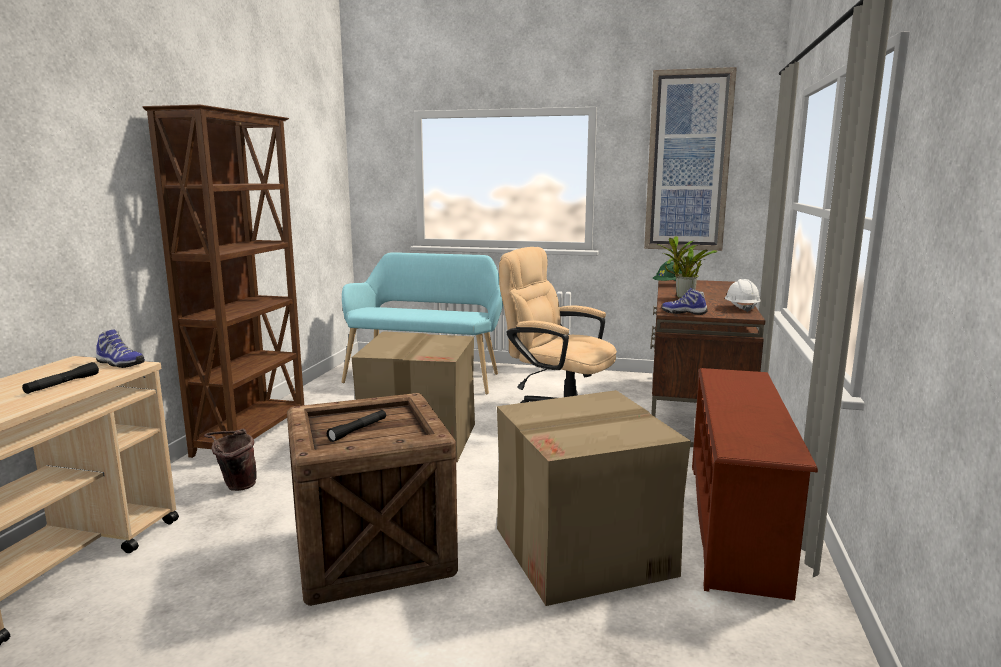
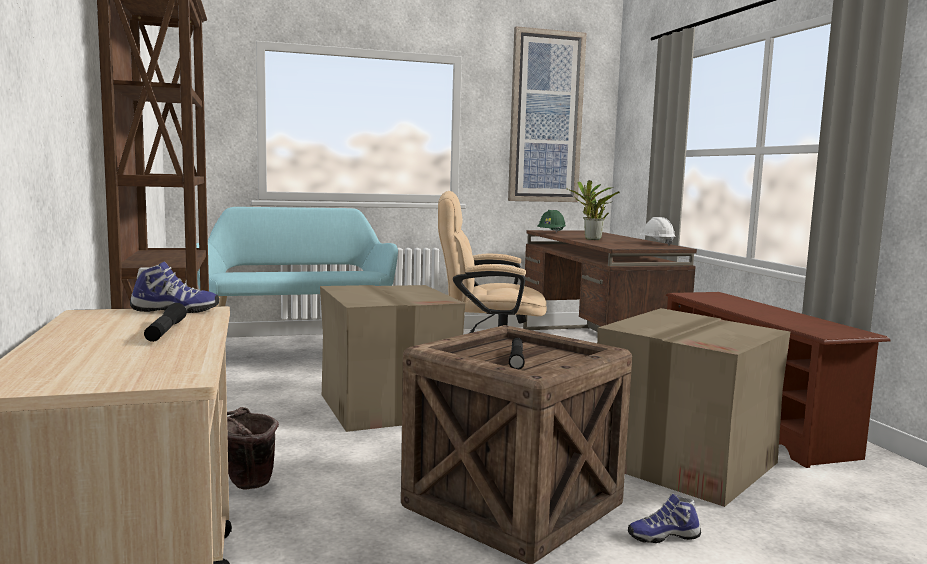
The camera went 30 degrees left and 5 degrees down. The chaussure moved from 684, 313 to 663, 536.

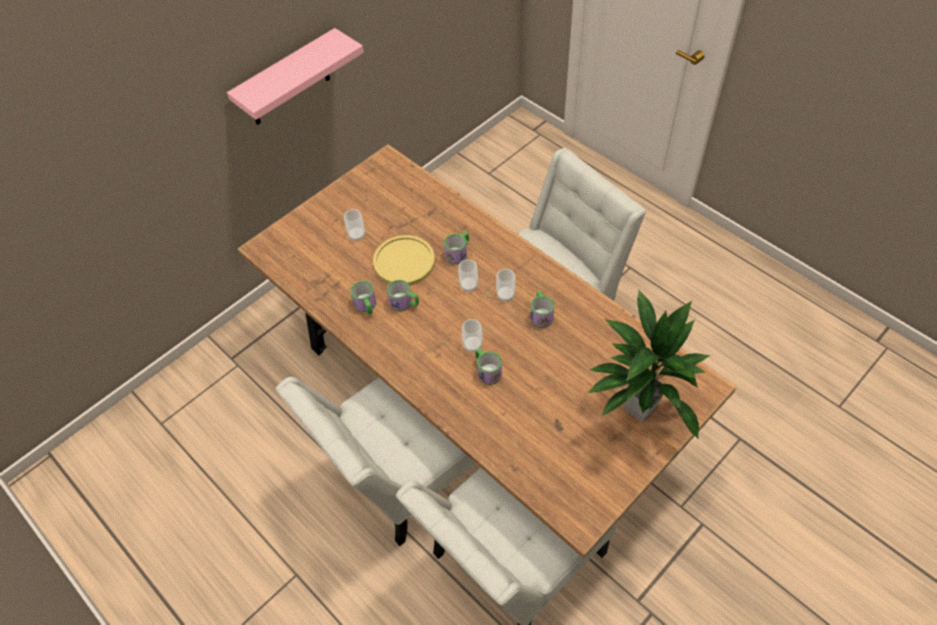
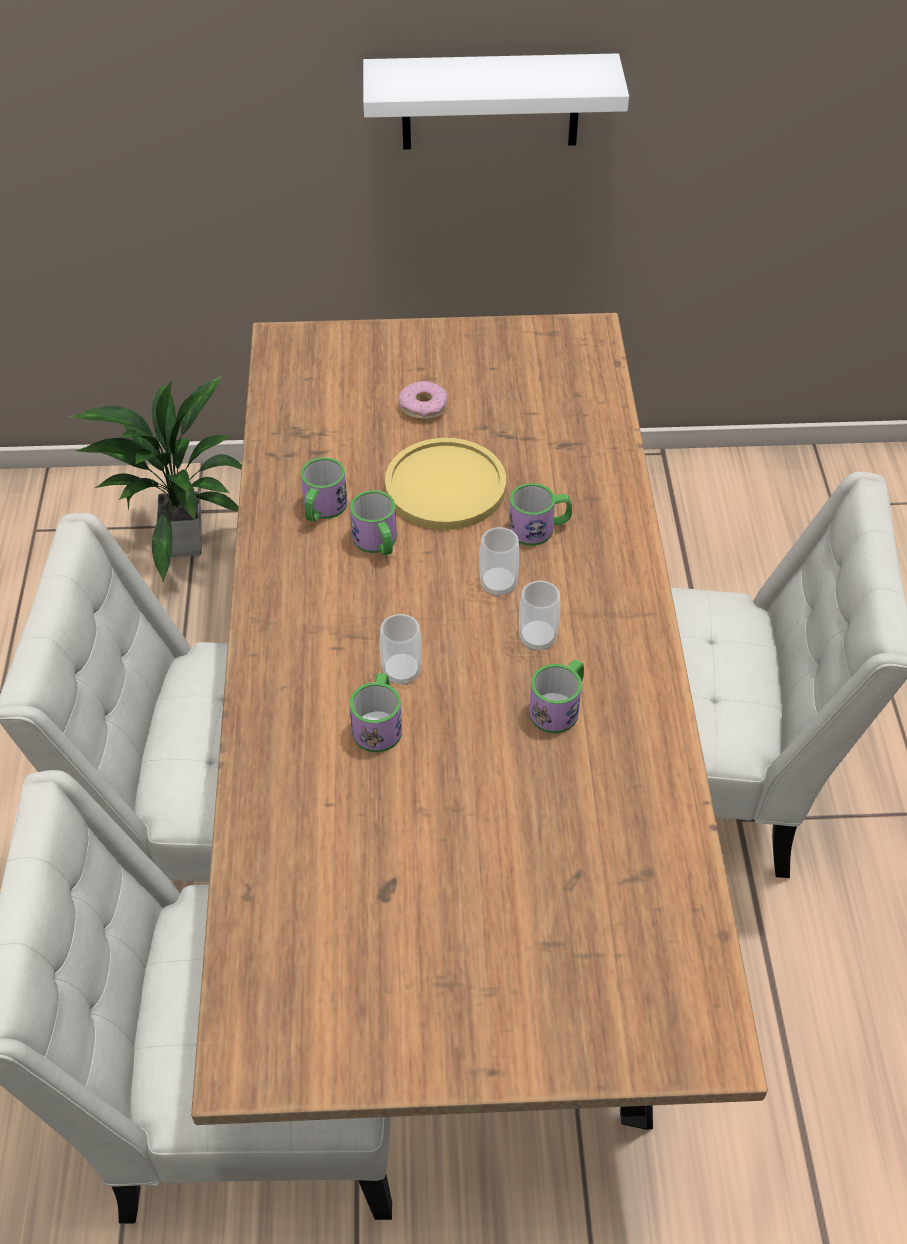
The camera went 40 degrees right and 5 degrees down. The plante en pot moved from 639, 409 to 184, 544. The tasse at 357, 235 was replaced by the beignet at 423, 407. The étagère (rose) at 288, 80 became the étagère (blanc) at 490, 101.

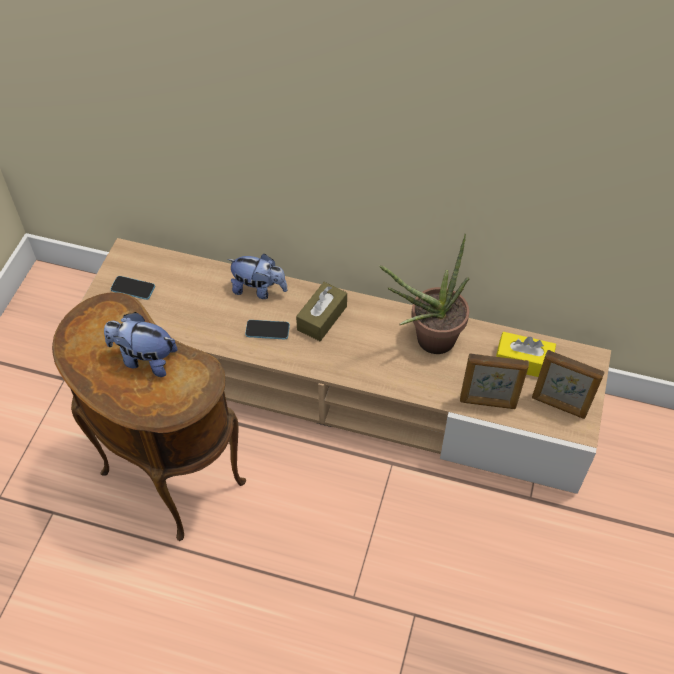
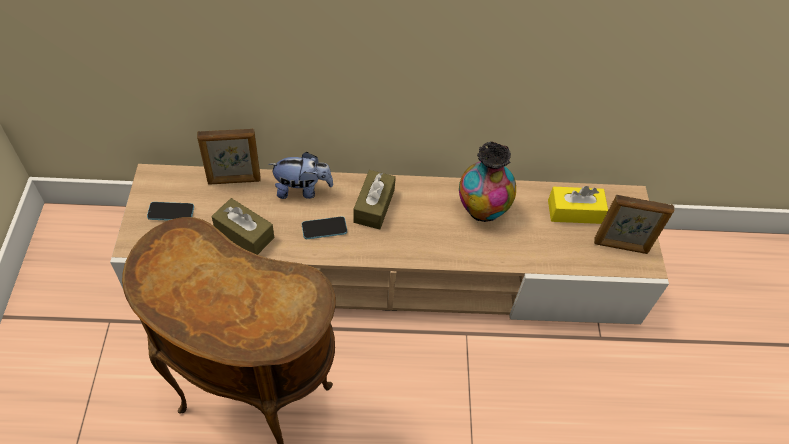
The camera went 20 degrees left and 0 degrees up. The peluche at 144, 359 disappeared. The boîte à mouchoirs (marron) at 244, 233 appeared. The cadre photo moved from 488, 403 to 234, 181. The plante en pot at 427, 341 was replaced by the vase at 481, 209.

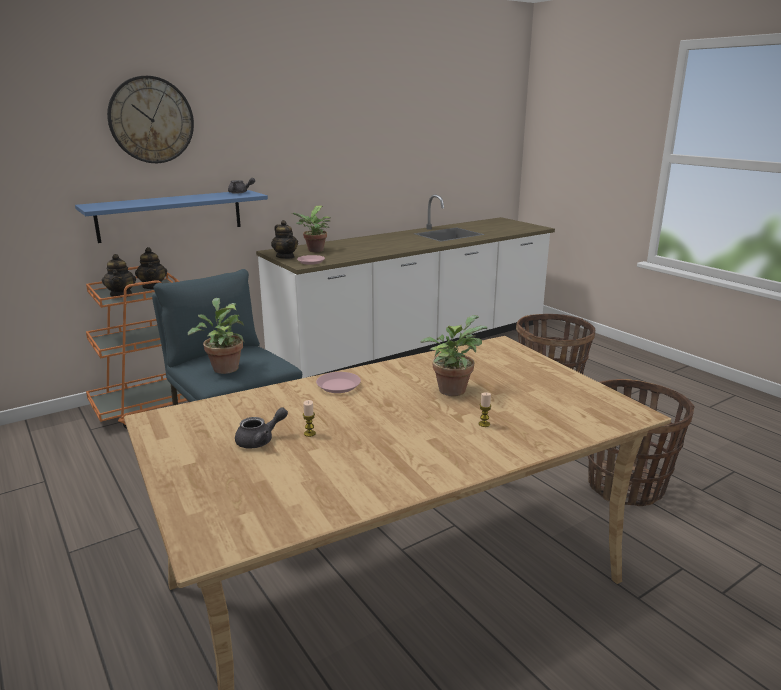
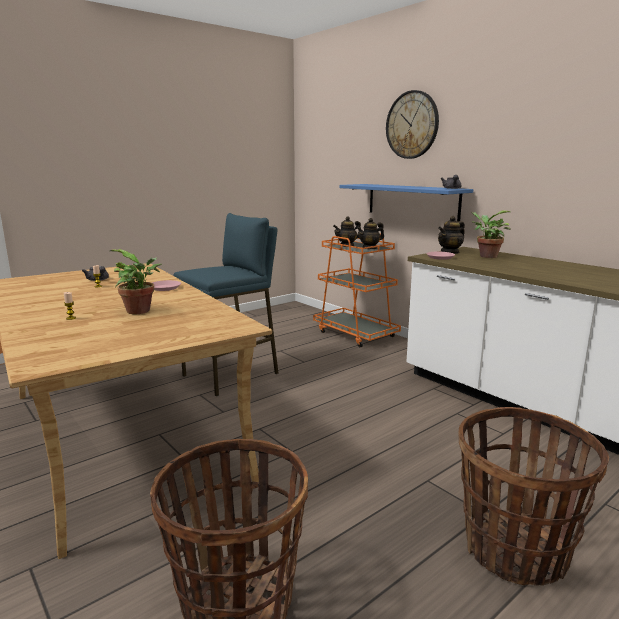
The camera went 85 degrees right and 5 degrees down. The plante en pot at 224, 367 disappeared.

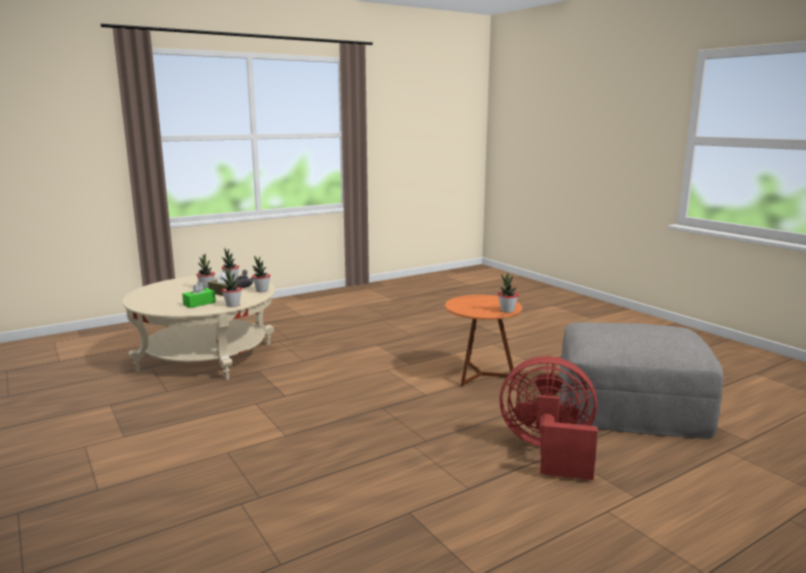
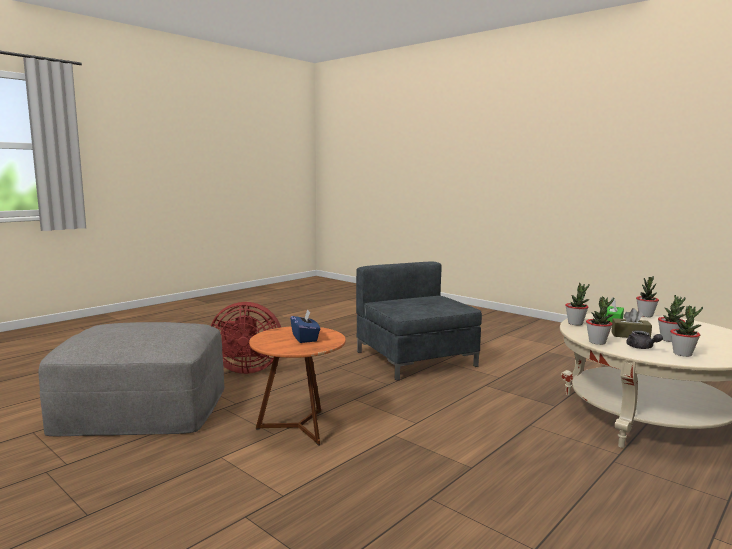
The camera went 165 degrees right and 5 degrees down. The boîte à mouchoirs (bleu) at 305, 338 appeared. The fauteuil (gris) at 415, 359 appeared. The plante en pot moved from 507, 311 to 645, 315.

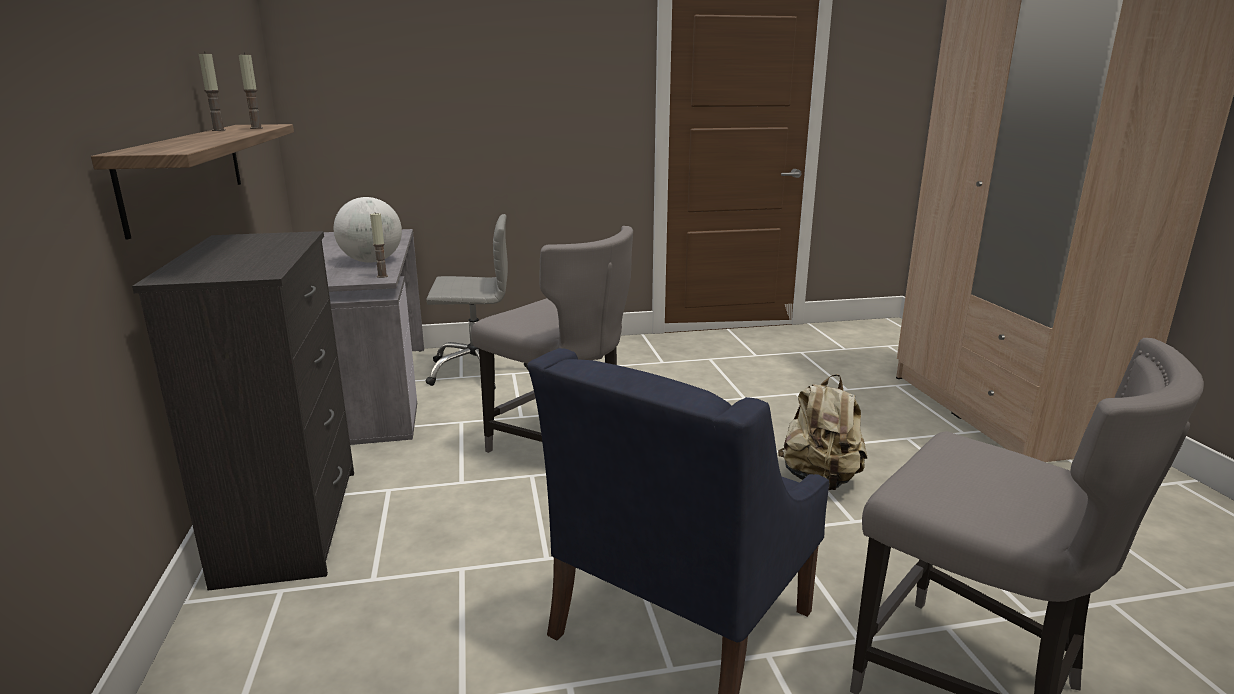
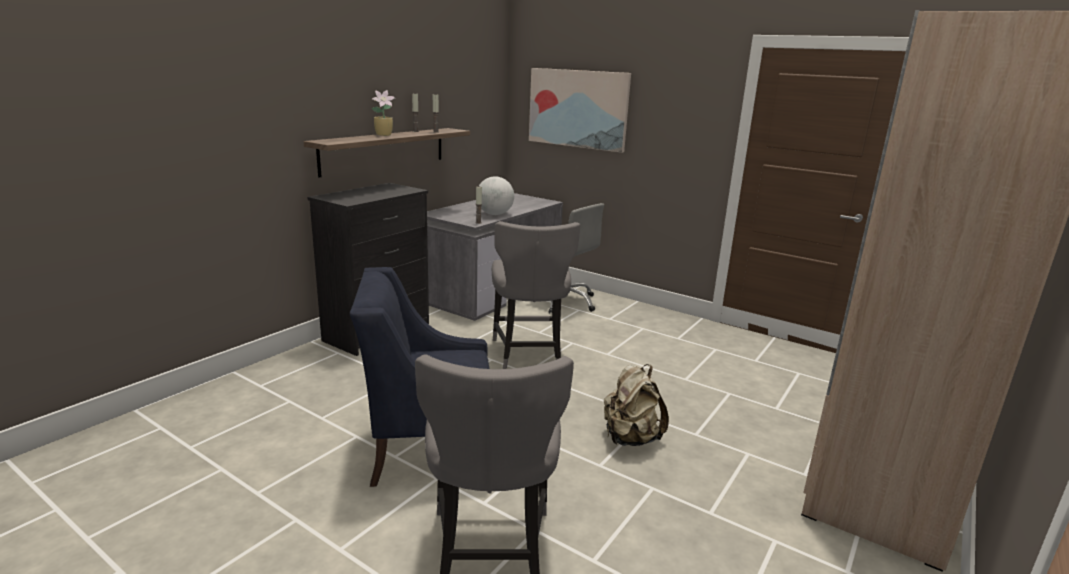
The camera went 45 degrees right and 0 degrees up. The plante en pot at 384, 135 appeared. The tableau at 578, 108 appeared.

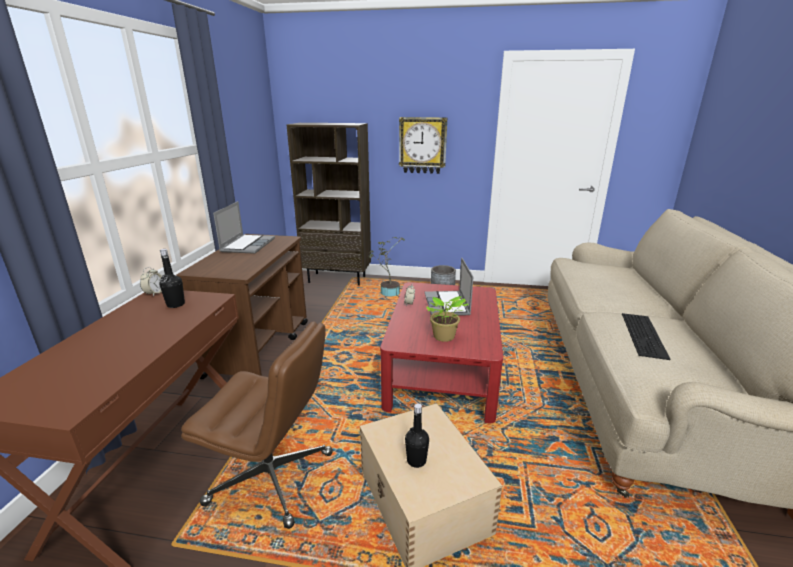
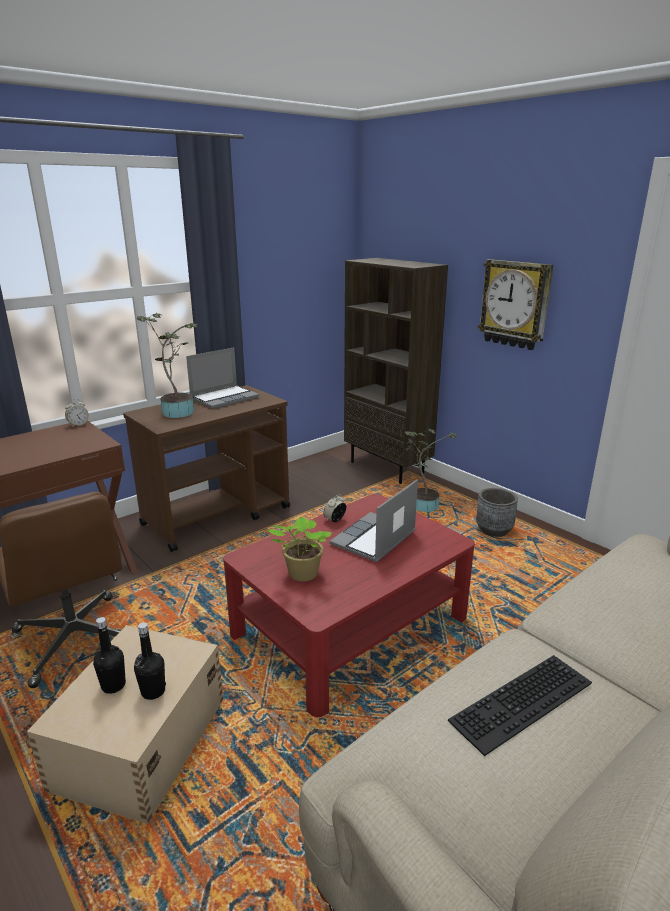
The camera went 40 degrees right and 0 degrees up. The plante en pot at 177, 411 appeared. The bouteille (noir) moved from 175, 304 to 153, 691.

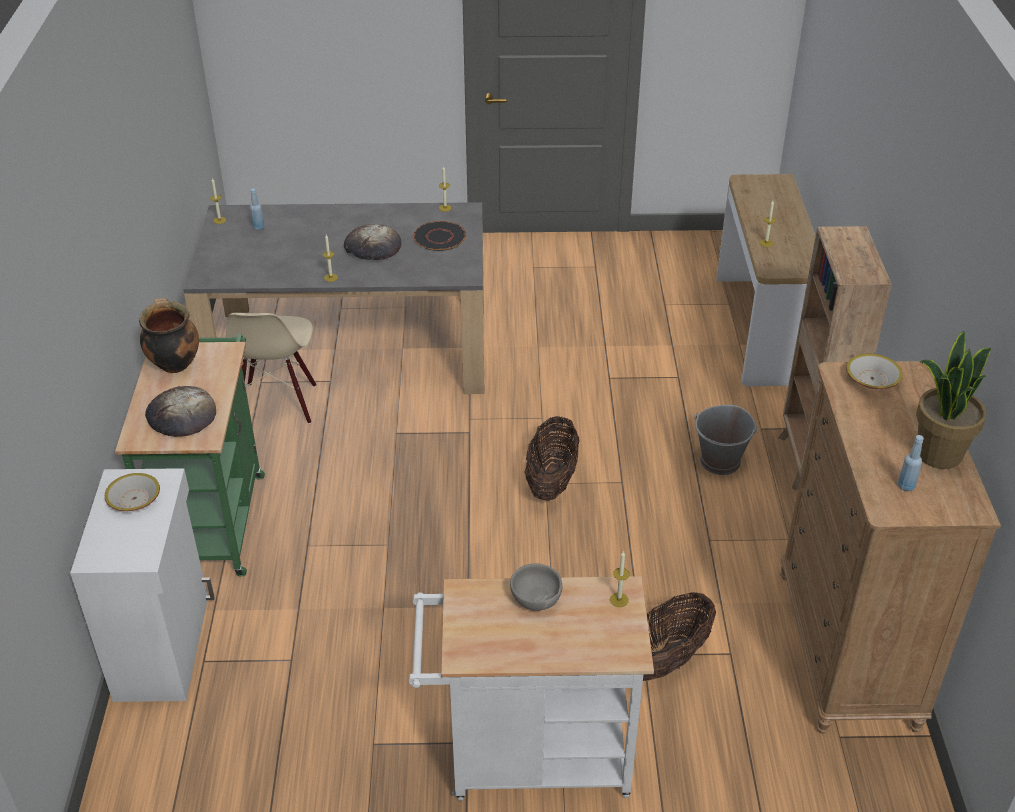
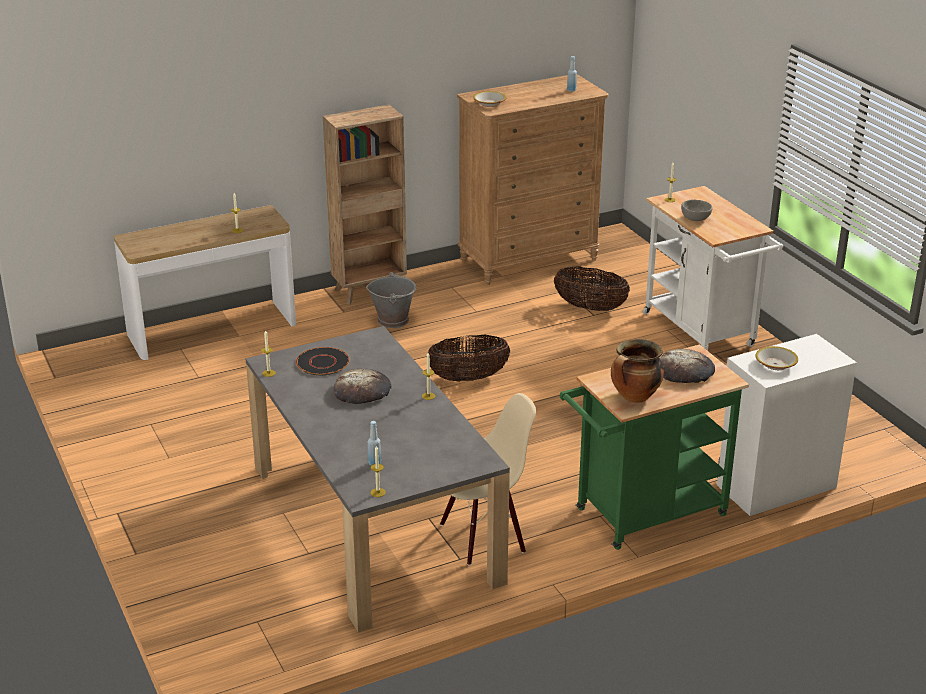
The camera went 115 degrees left and 10 degrees down. The plante en pot at 937, 453 disappeared.

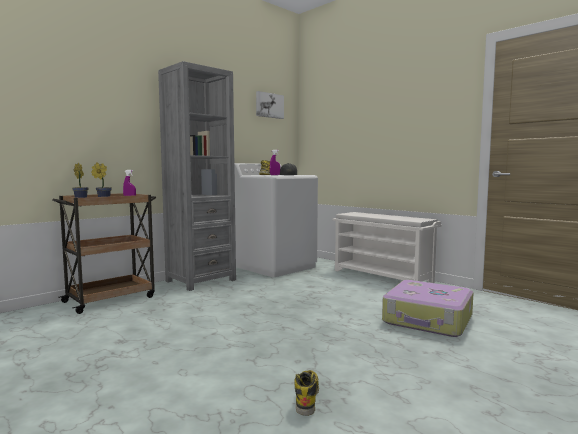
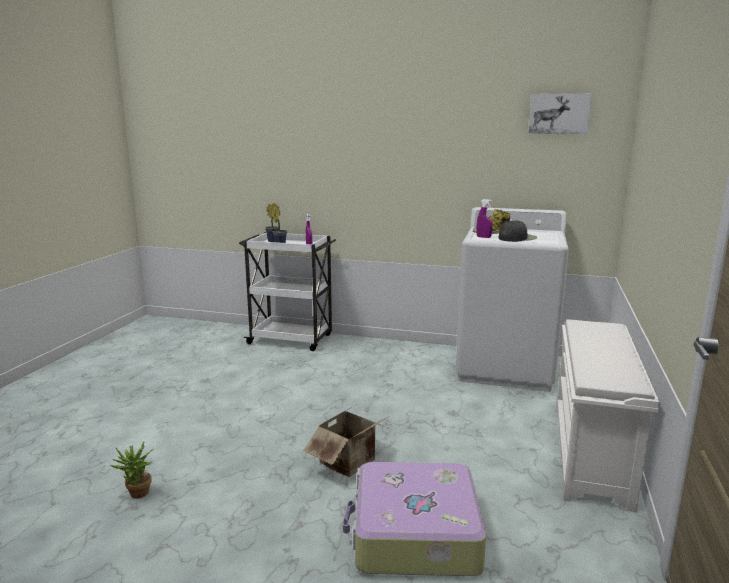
The camera went 60 degrees right and 10 degrees up. The bibliothèque (gris) at 200, 280 disappeared. The carton at 352, 463 appeared. The botte at 307, 398 was replaced by the plante en pot at 137, 495. The chariot (marron) at 111, 299 became the chariot (blanc) at 292, 339.

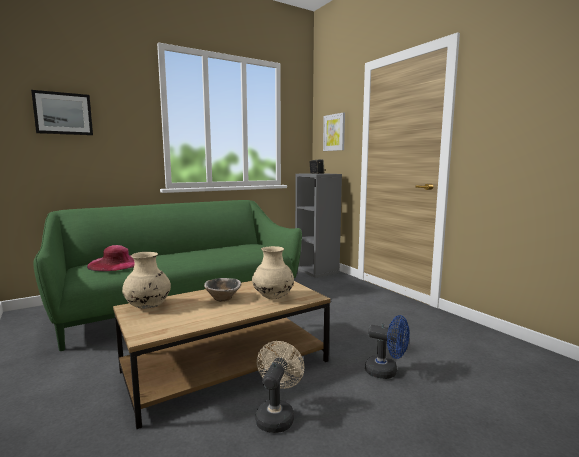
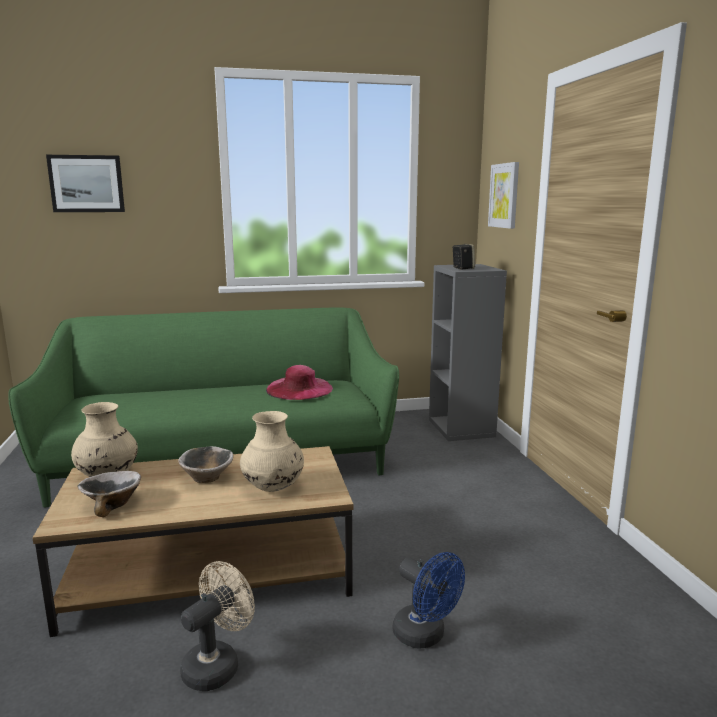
The camera went 20 degrees right and 5 degrees up. The bol at 112, 504 appeared. The chapeau (rose) moved from 116, 263 to 299, 388.

